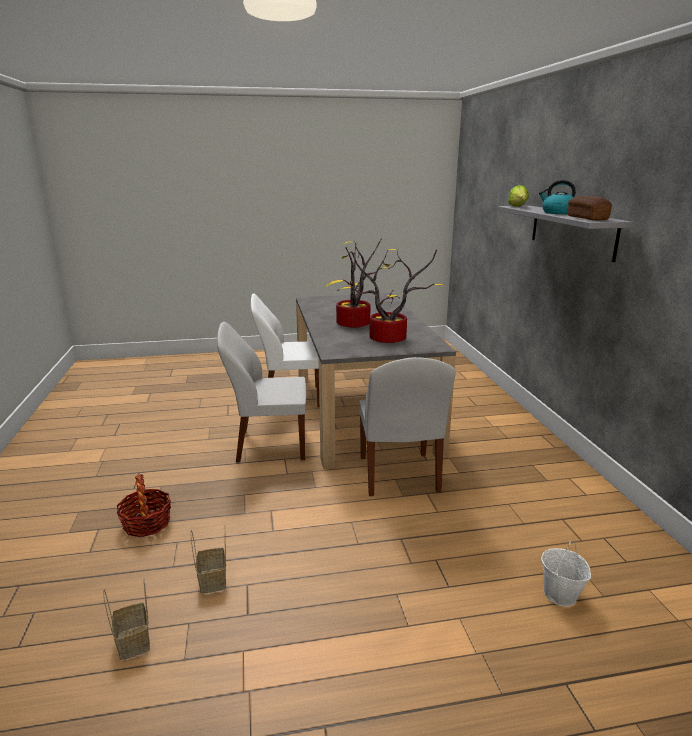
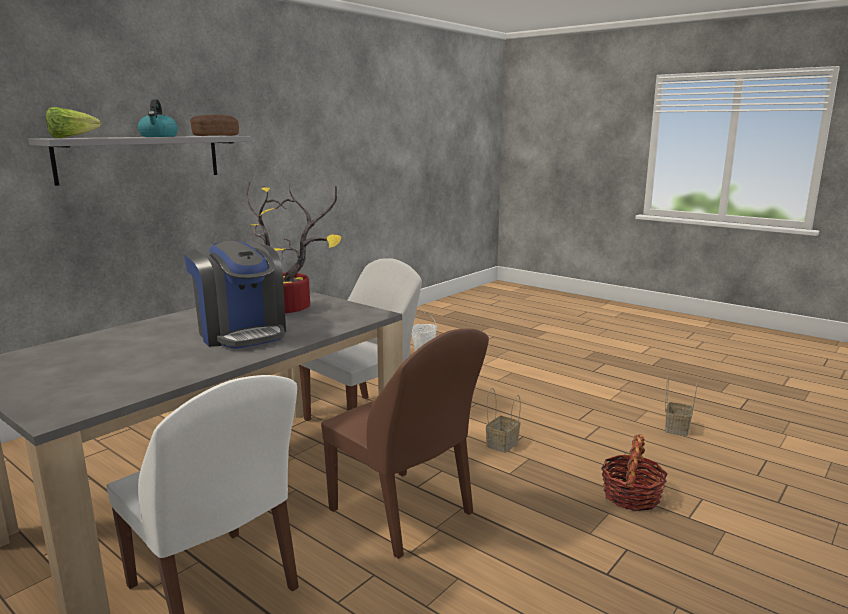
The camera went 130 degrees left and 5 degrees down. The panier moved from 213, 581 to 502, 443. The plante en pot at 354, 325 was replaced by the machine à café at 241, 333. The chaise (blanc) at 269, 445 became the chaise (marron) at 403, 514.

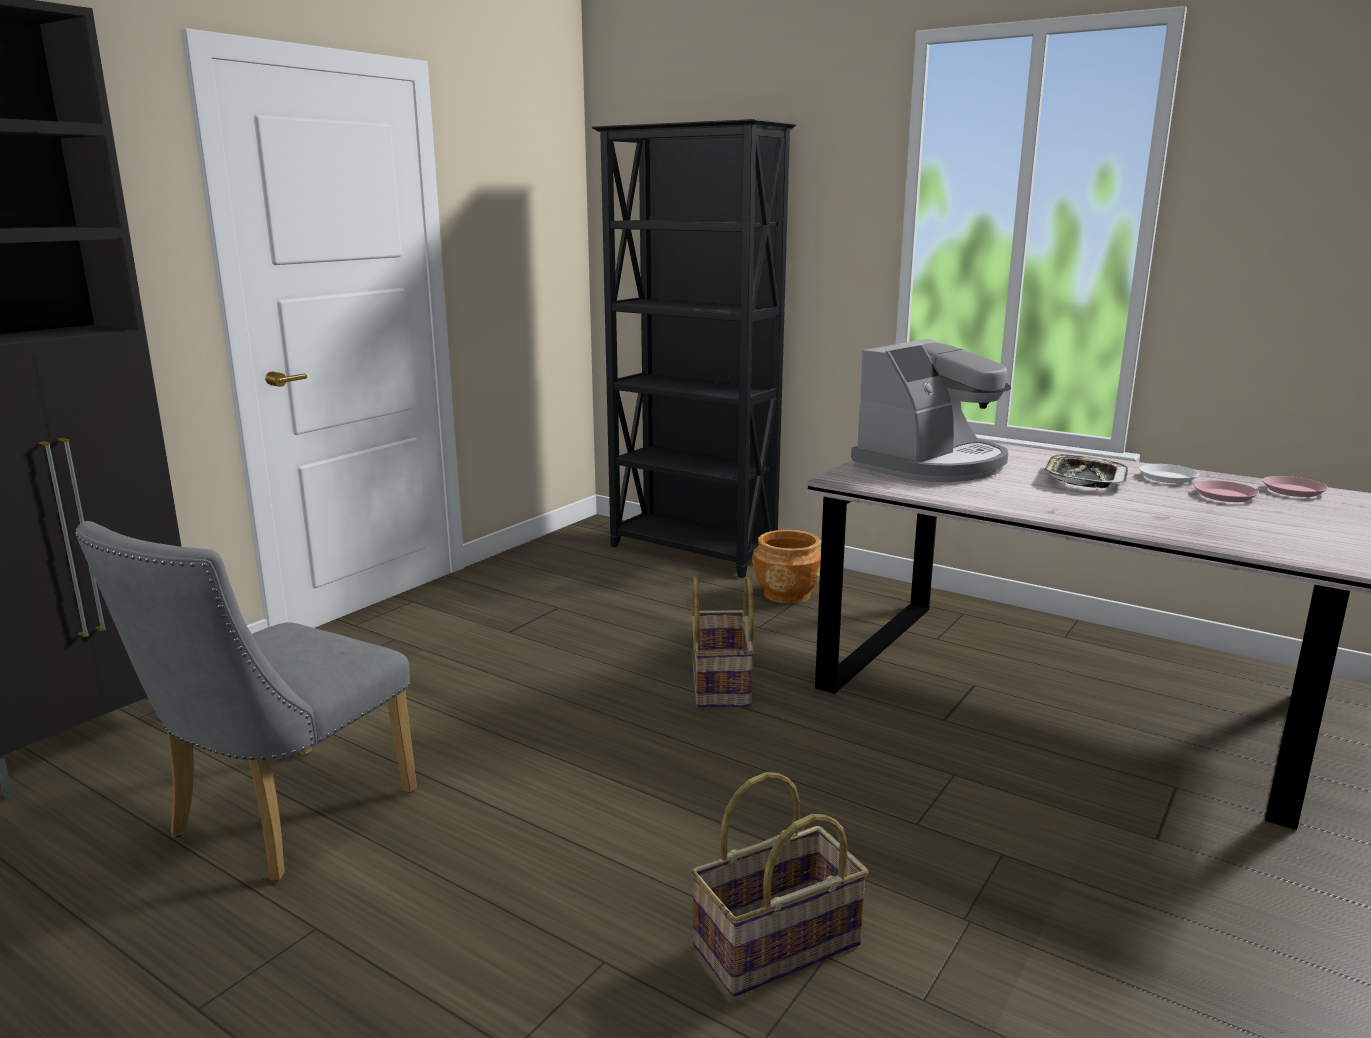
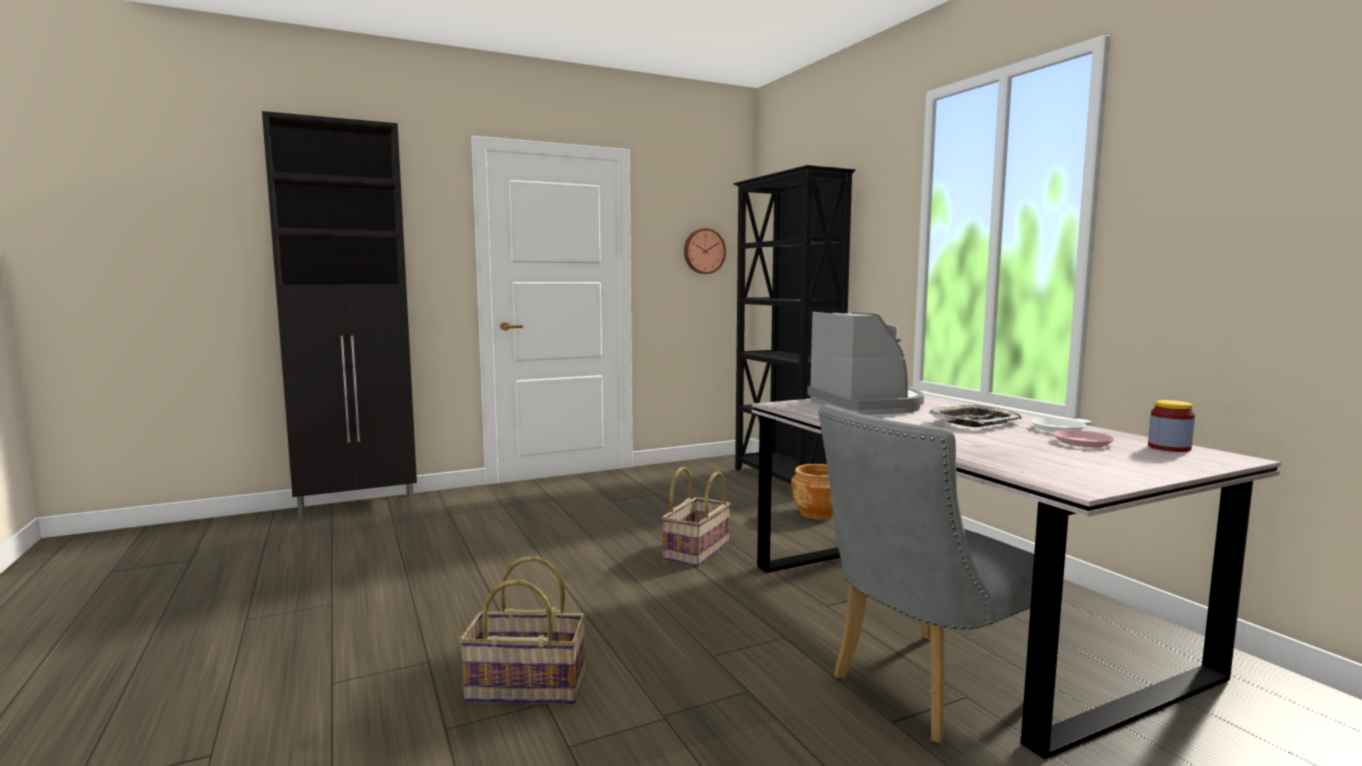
The camera went 30 degrees right and 10 degrees down. The horloge murale at 703, 251 appeared. The chaise (gris) moved from 280, 821 to 922, 690. The assiette (rose) at 1292, 491 was replaced by the bocal at 1169, 448. The machine à café at 931, 465 turned 90 degrees counterclockwise.

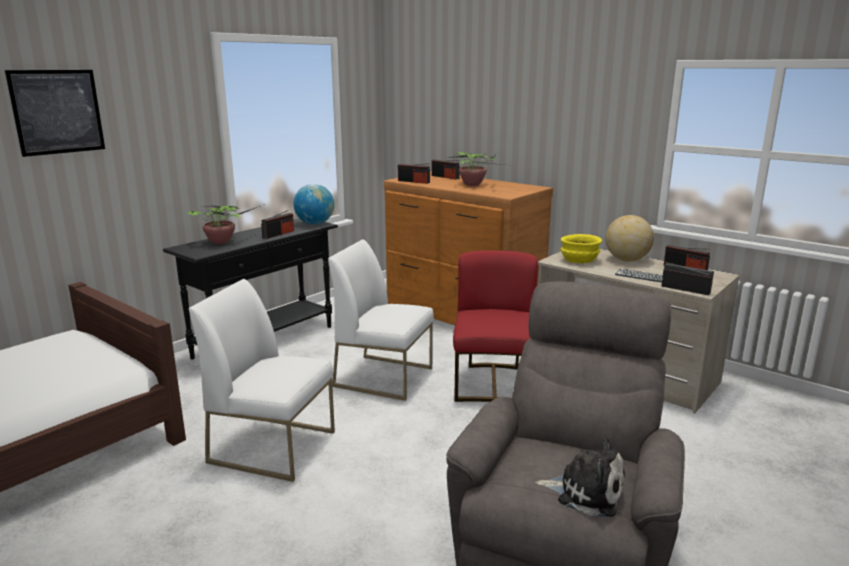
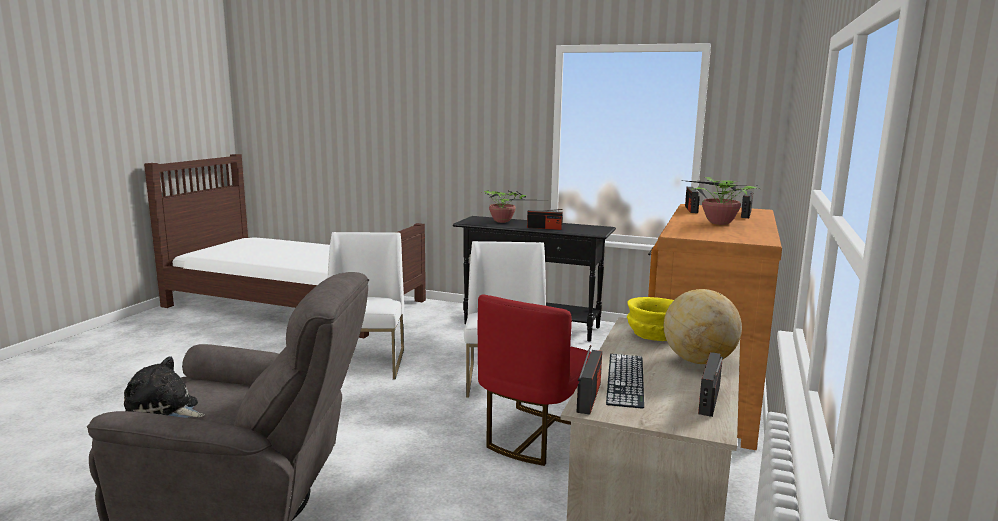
The camera went 70 degrees right and 5 degrees down. The tableau at 57, 112 disappeared. The globe at 315, 224 disappeared. The chaise (rouge) at 494, 384 turned 135 degrees clockwise. The peluche at 586, 491 turned 105 degrees clockwise.

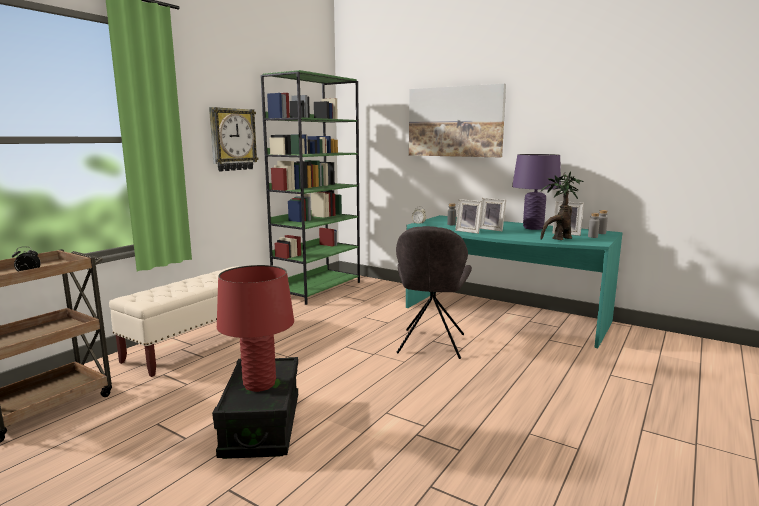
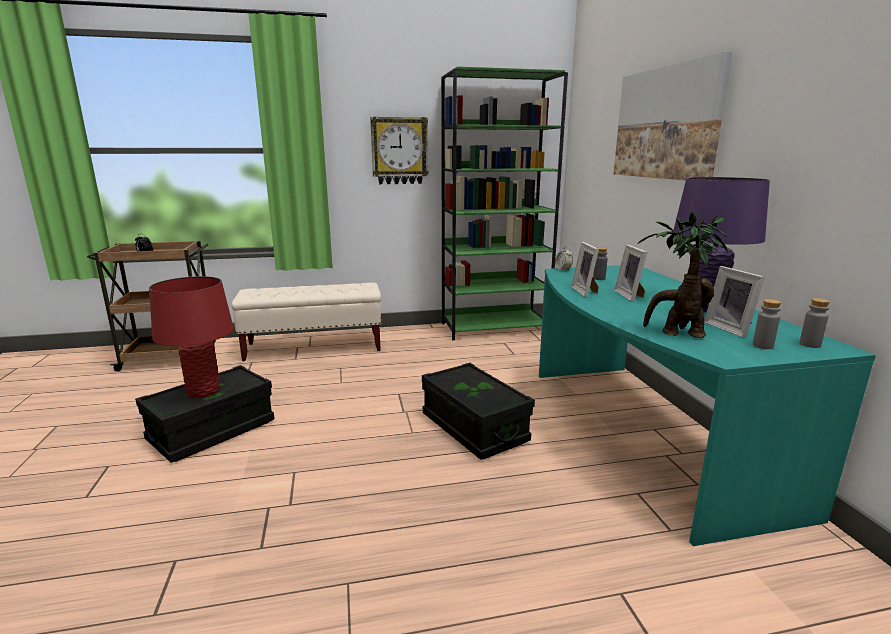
The camera went 45 degrees right and 5 degrees up. The chaise (gris) at 431, 345 was replaced by the boîte de rangement (noir) at 474, 428.

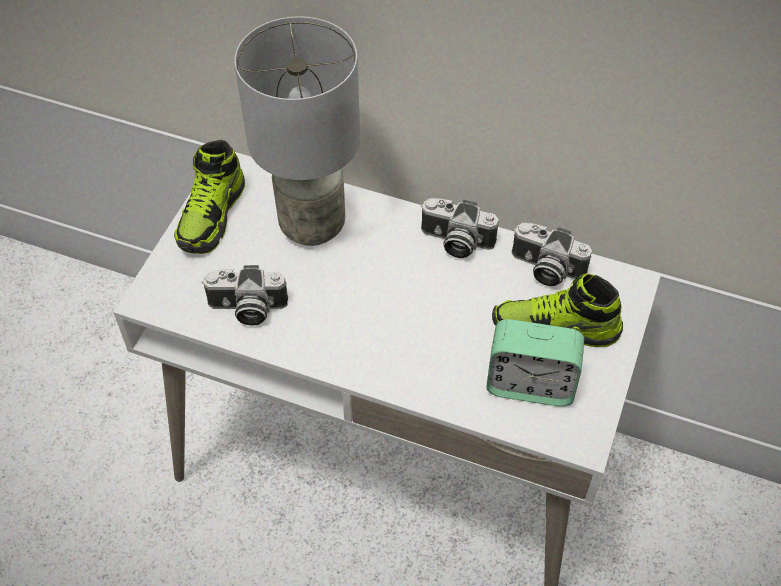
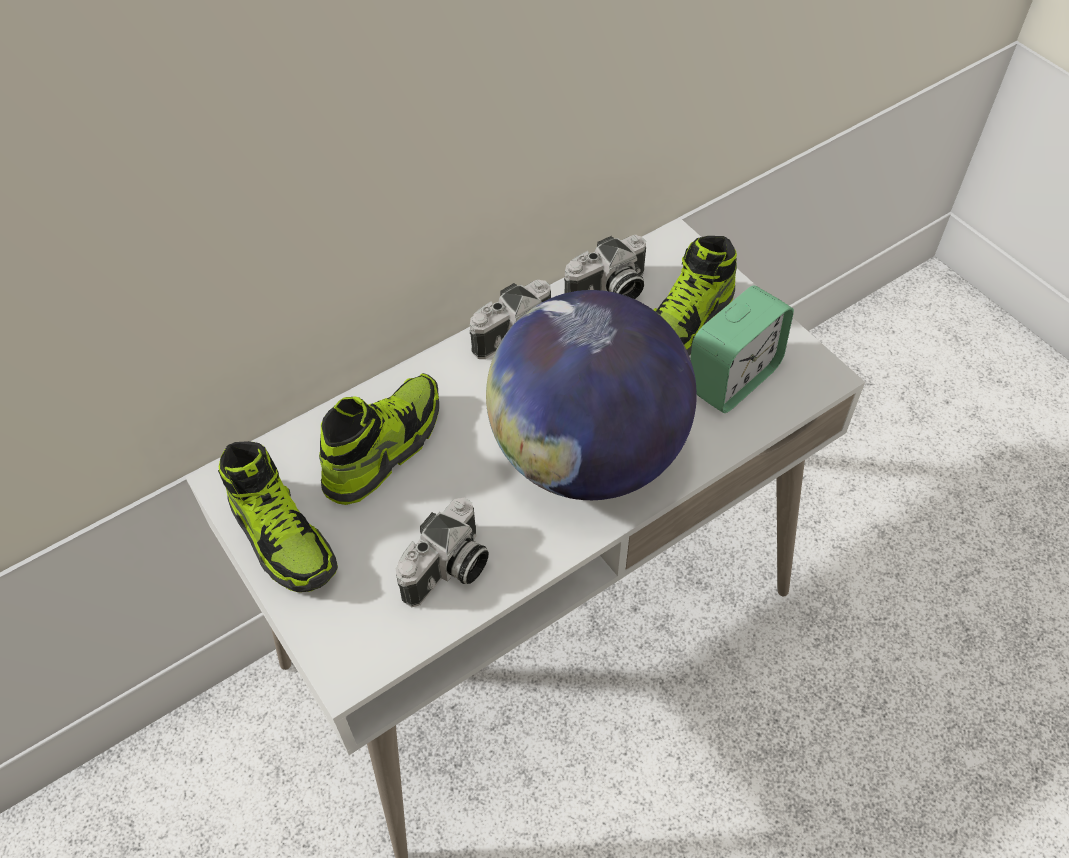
The camera went 55 degrees left and 0 degrees up. The globe at 588, 455 appeared. The lampe de table (gris) at 311, 224 was replaced by the chaussure at 383, 448.

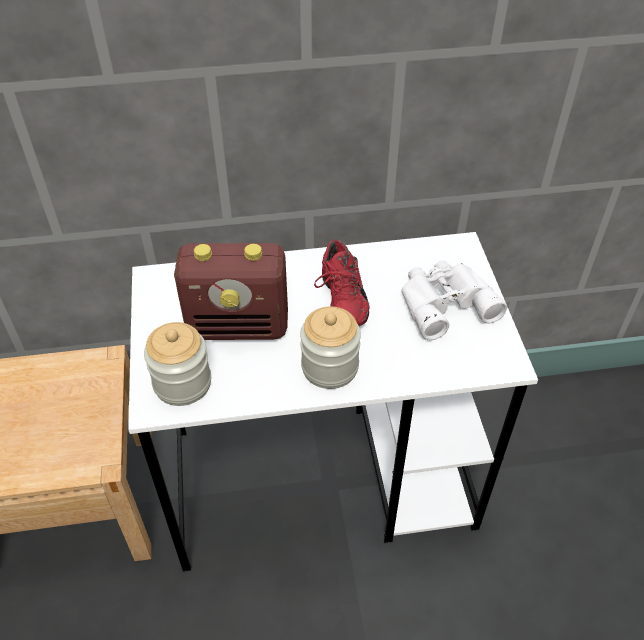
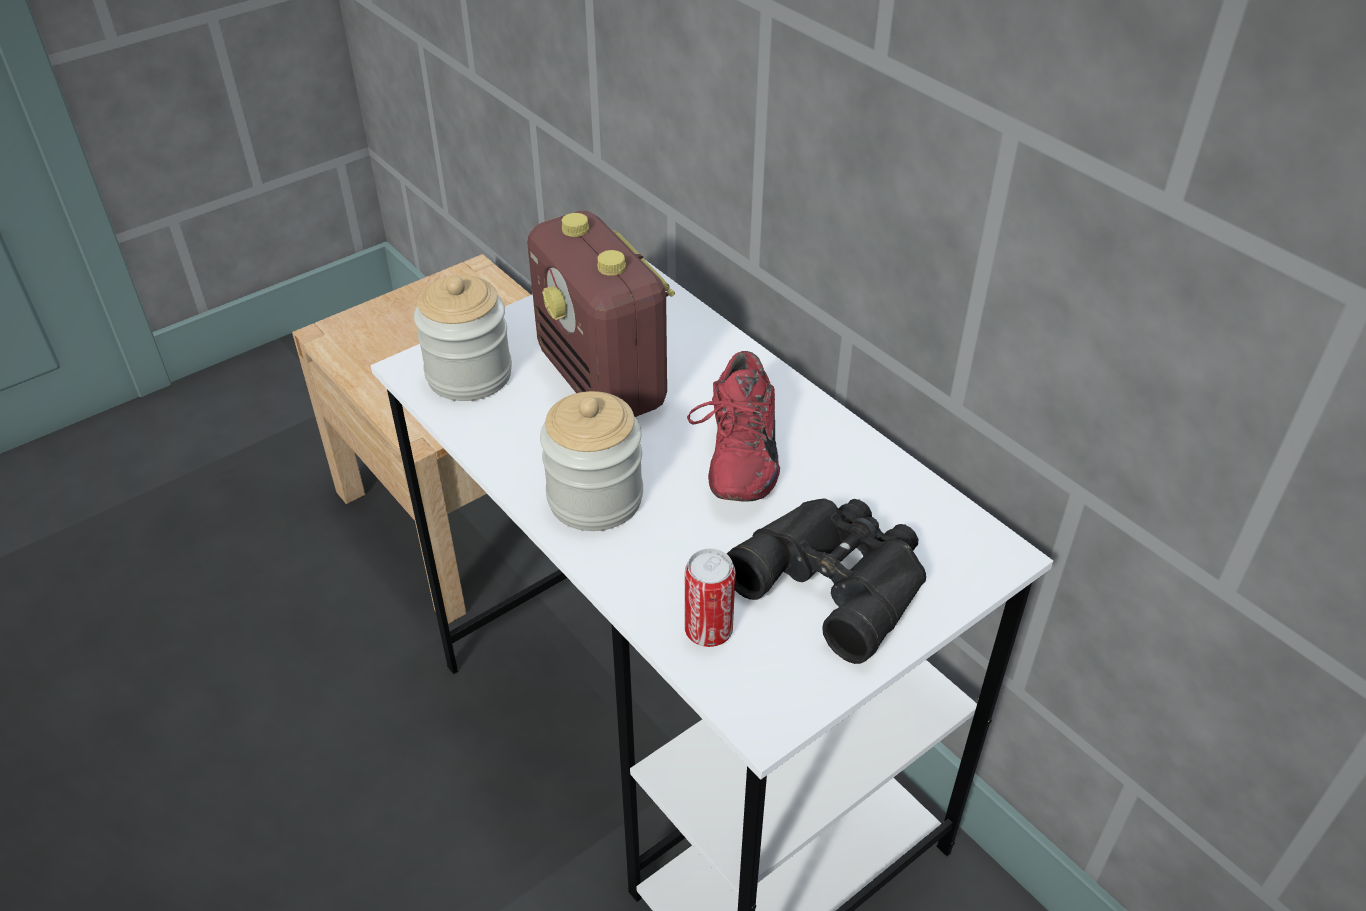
The camera went 60 degrees right and 5 degrees down. The boîte métallique at 708, 631 appeared. The jumelles (blanc) at 444, 302 became the jumelles (noir) at 837, 578. The chaussure (rouge) at 340, 300 turned 45 degrees counterclockwise.

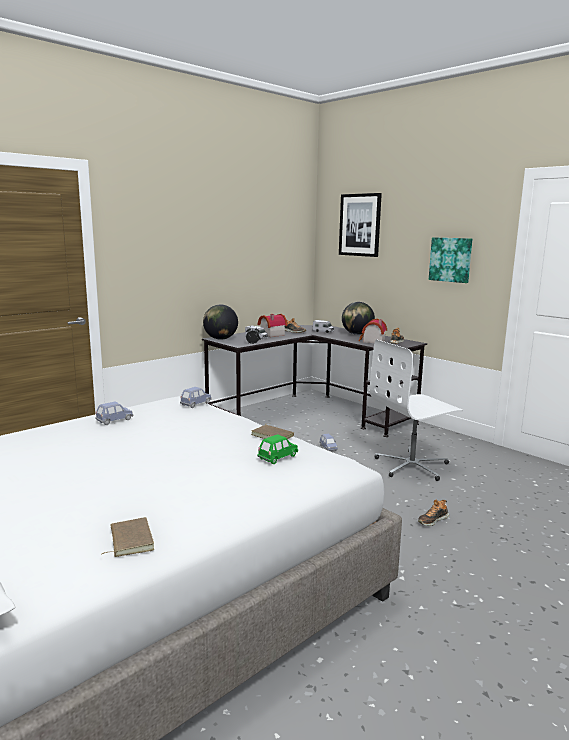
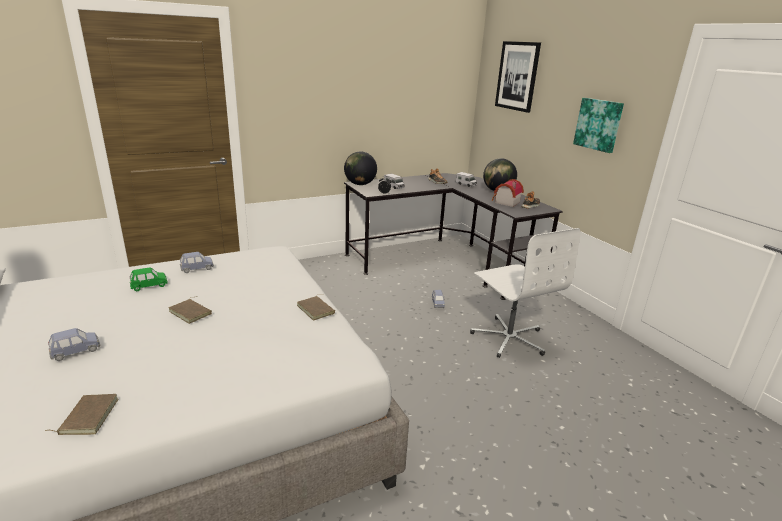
The camera went 15 degrees right and 10 degrees up. The maison miniature at 270, 334 disappeared. The chaussure at 432, 520 disappeared. The livre (marron) at 191, 312 appeared. The petite voiture (bleu) moved from 196, 404 to 76, 351. The petite voiture (vert) moved from 278, 457 to 149, 286. The chaise de bureau (blanc) at 412, 466 turned 105 degrees counterclockwise.

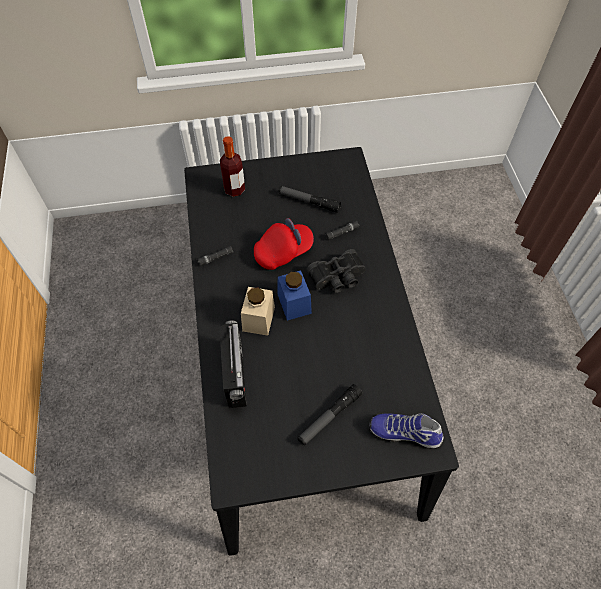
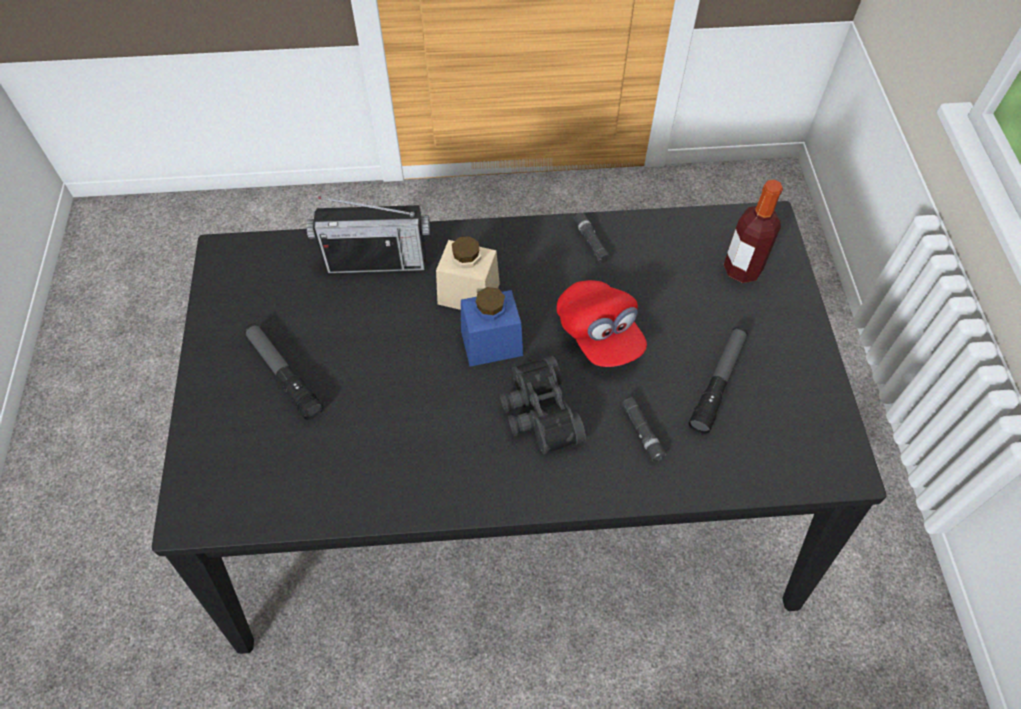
The camera went 95 degrees right and 0 degrees up. The chaussure at 405, 432 disappeared.

